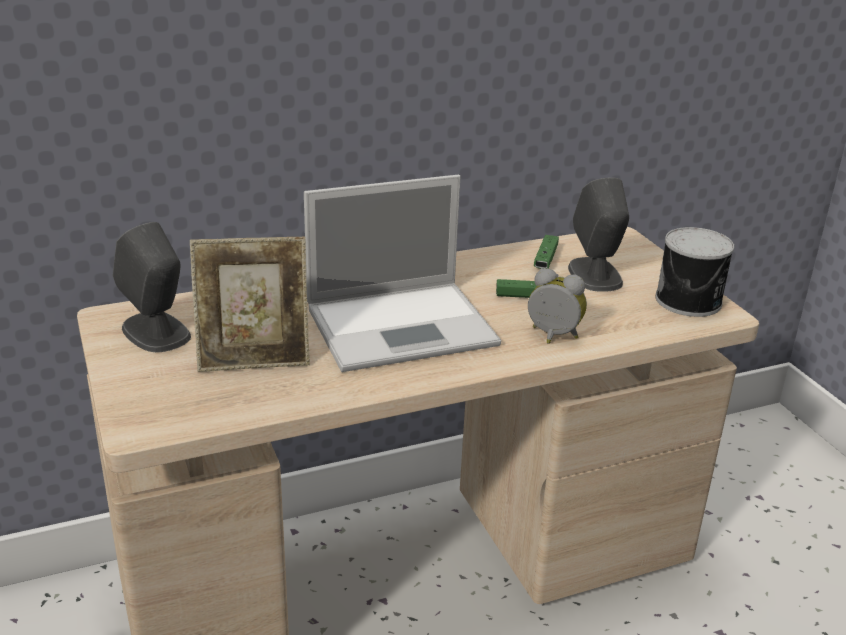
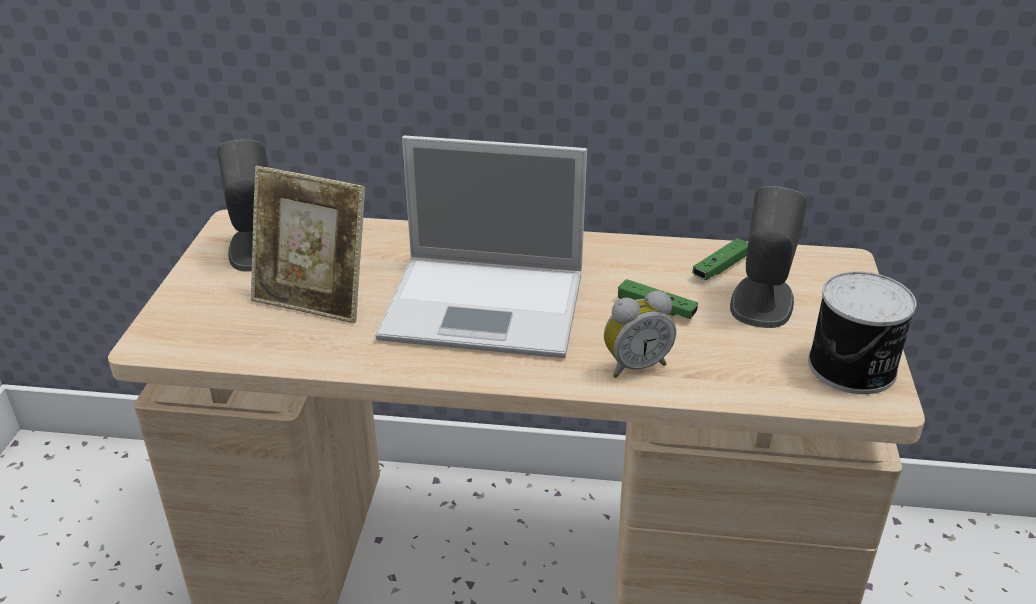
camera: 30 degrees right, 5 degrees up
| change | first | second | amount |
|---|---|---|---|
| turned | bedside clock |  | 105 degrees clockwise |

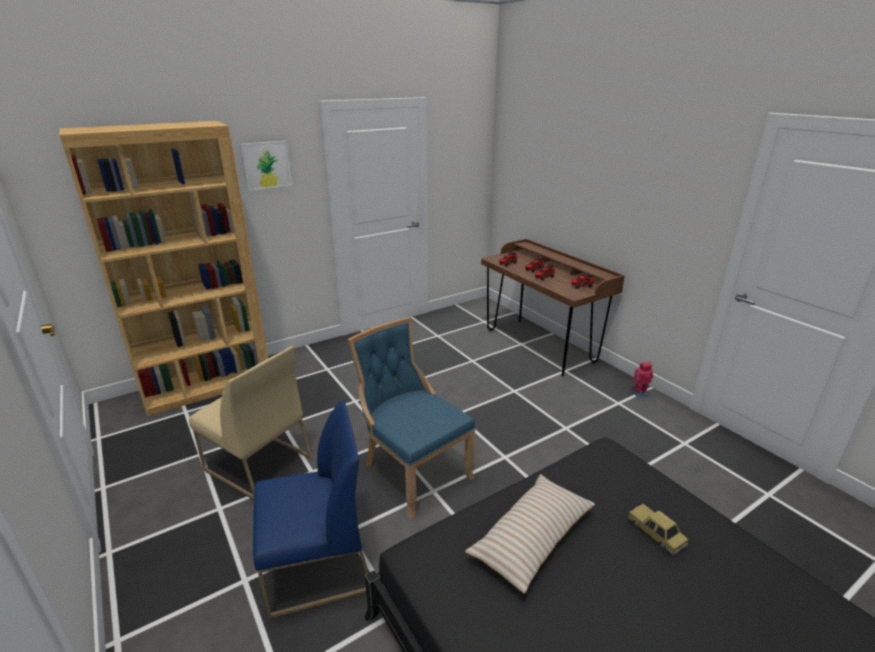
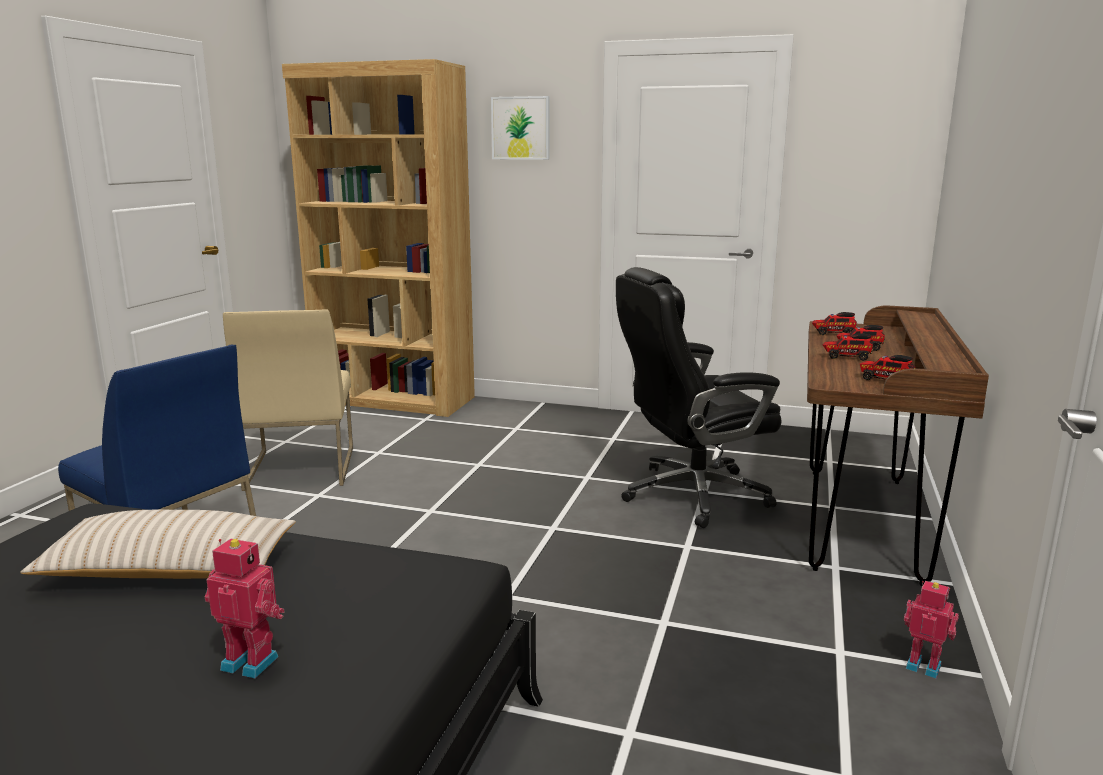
camera: 50 degrees right, 10 degrees down
| change | first | second | amount |
|---|---|---|---|
| removed | bluish plain chair (2nd from left) |  |  |
| replaced | toy car | robot figure (1st from left) |  |
| added |  | black-coloured office chair |  |

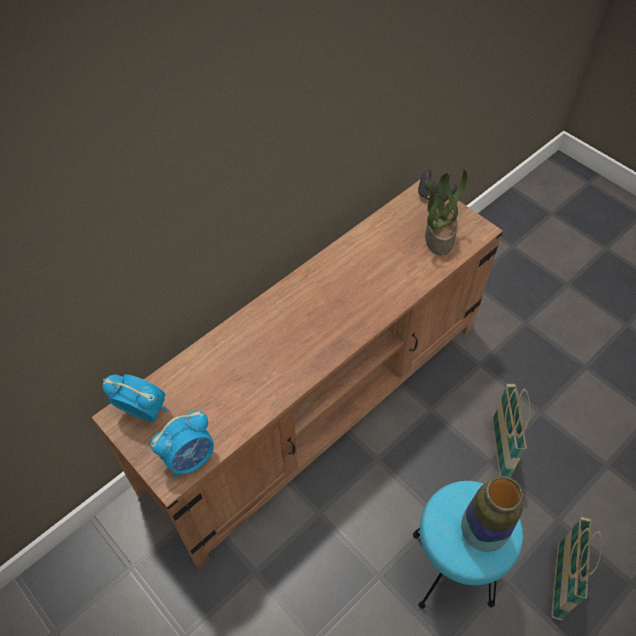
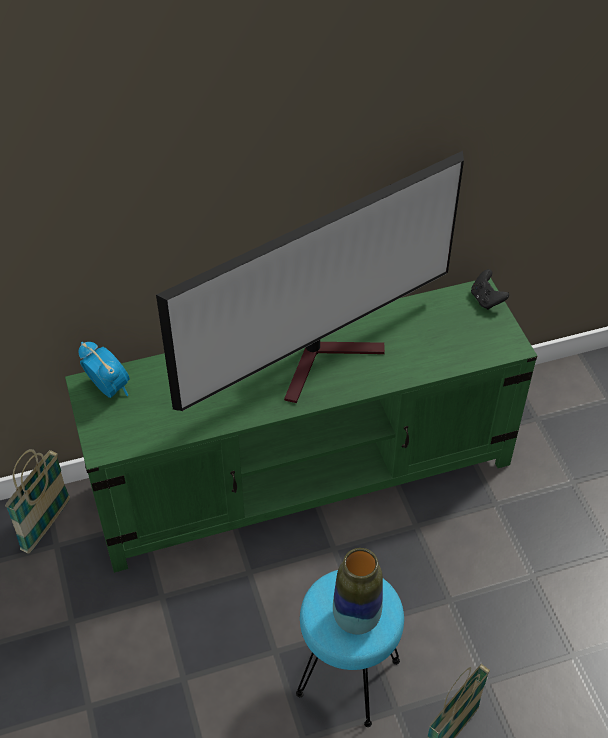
camera: 25 degrees right, 5 degrees down
| change | first | second | amount |
|---|---|---|---|
| removed | plant in a pot |  |  |
| recoloured | brown tv unit | green tv unit |  |
| moved | basket (1st from left) |  |  |
| removed | bedside clock (2nd from left) |  |  |
| added |  | TV set |  |

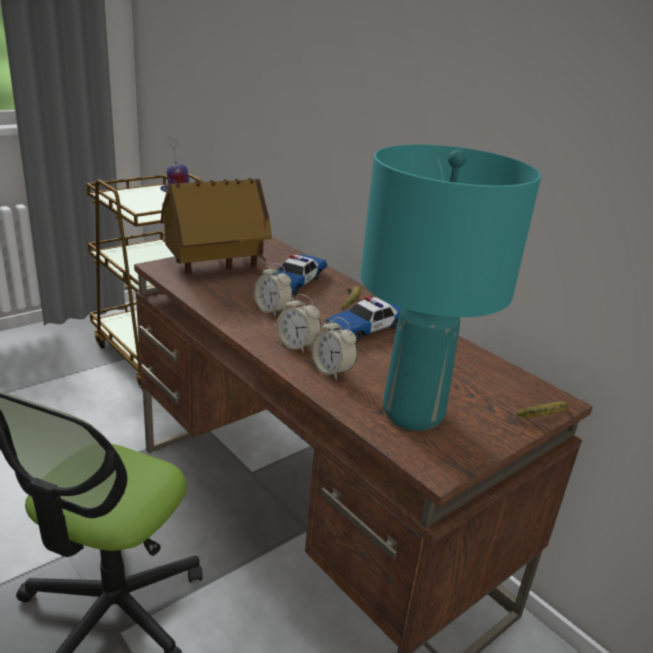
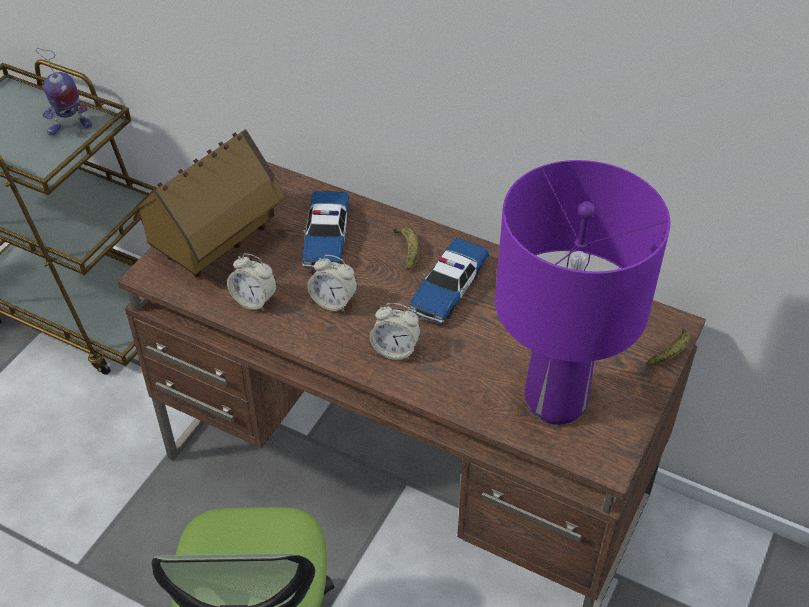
camera: 20 degrees left, 20 degrees up
| change | first | second | amount |
|---|---|---|---|
| recoloured | turquoise lamp for a table | purple-coloured lamp for a table |  |
| moved | bedside clock (3rd from left in the first image) | bedside clock (1st from left) |  |

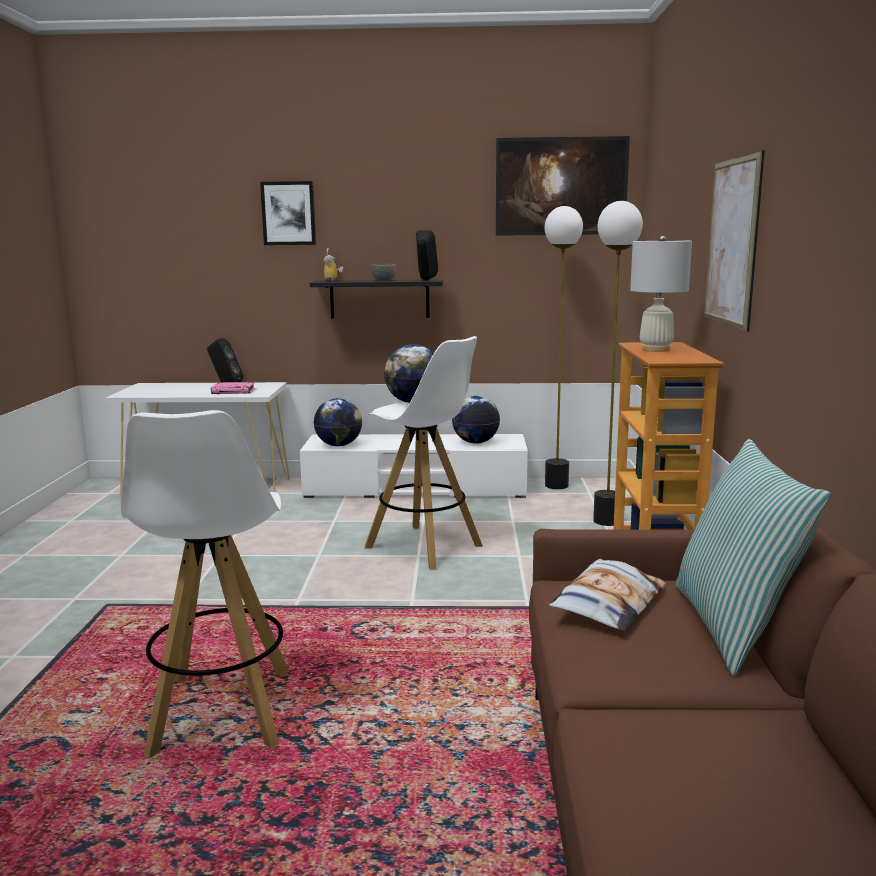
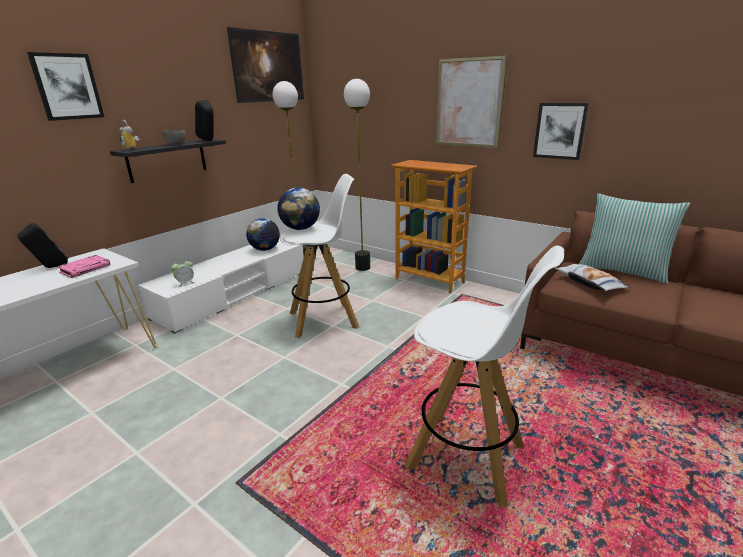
camera: 55 degrees left, 10 degrees up
| change | first | second | amount |
|---|---|---|---|
| removed | white-coloured lamp for a table |  |  |
| replaced | world globe (1st from left) | bedside clock (2nd from left) |  |
| added |  | wall picture (4th from left) |  |

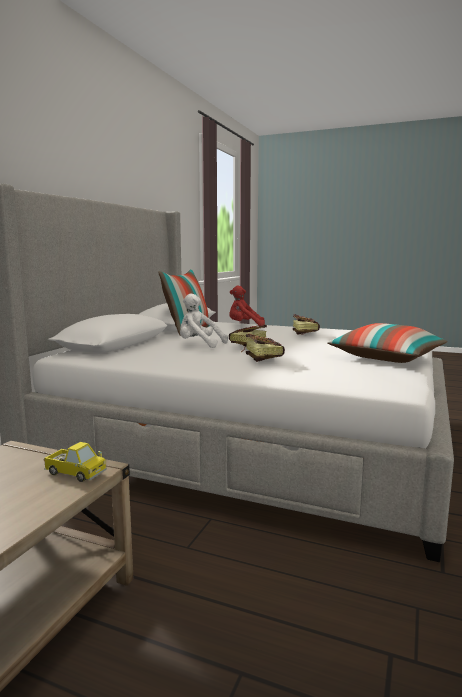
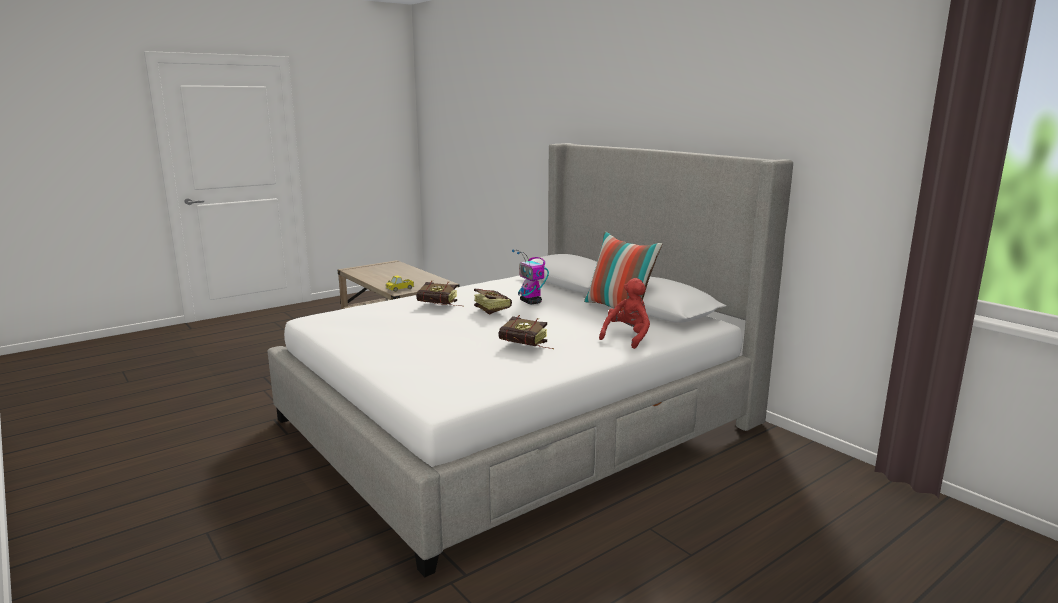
camera: 120 degrees right, 5 degrees up
| change | first | second | amount |
|---|---|---|---|
| replaced | white-coloured cuddly toy | robot figure |  |
| removed | pillow (2nd from left) |  |  |

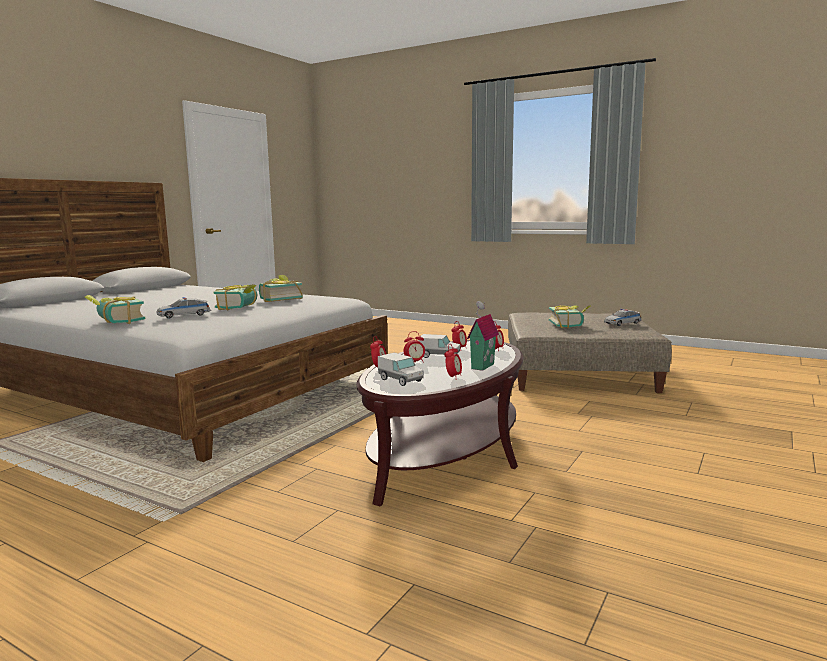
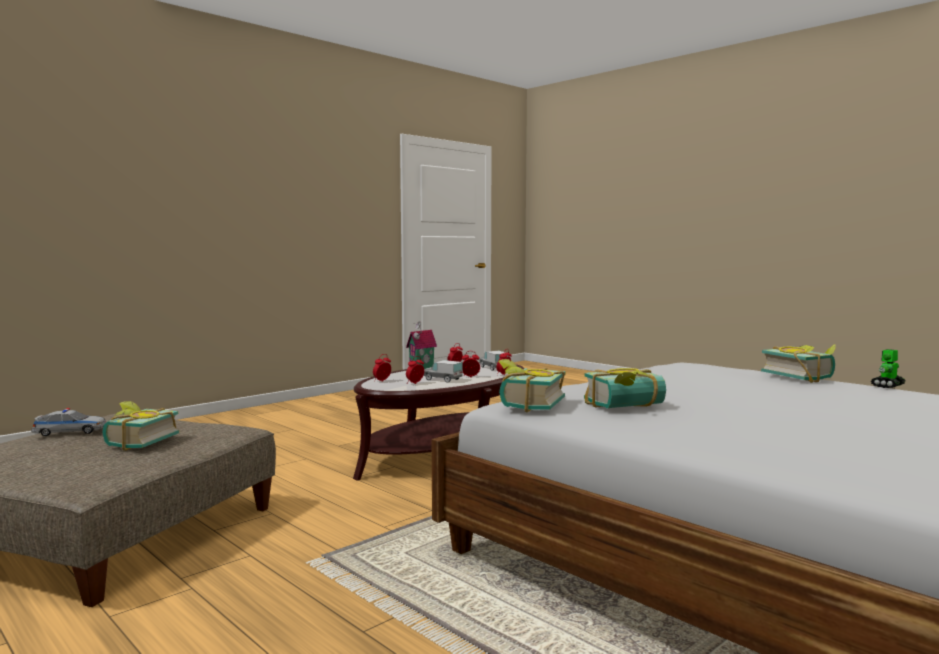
camera: 165 degrees left, 5 degrees down
| change | first | second | amount |
|---|---|---|---|
| moved | volume (2nd from left) |  |  |
| removed | toy car (1st from left) |  |  |
| added |  | robot figure |  |

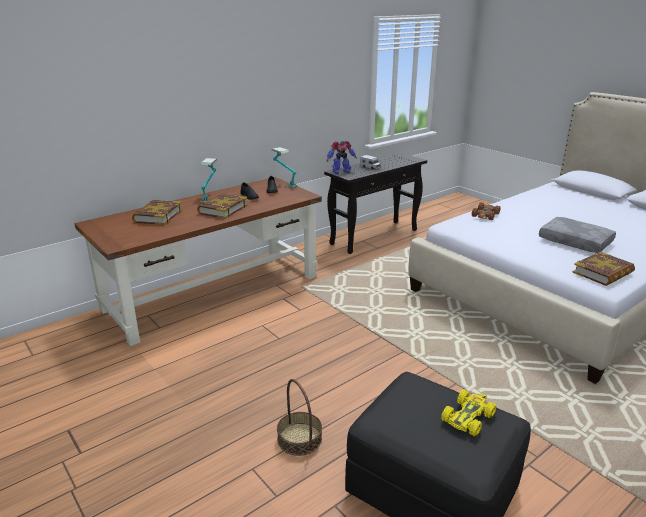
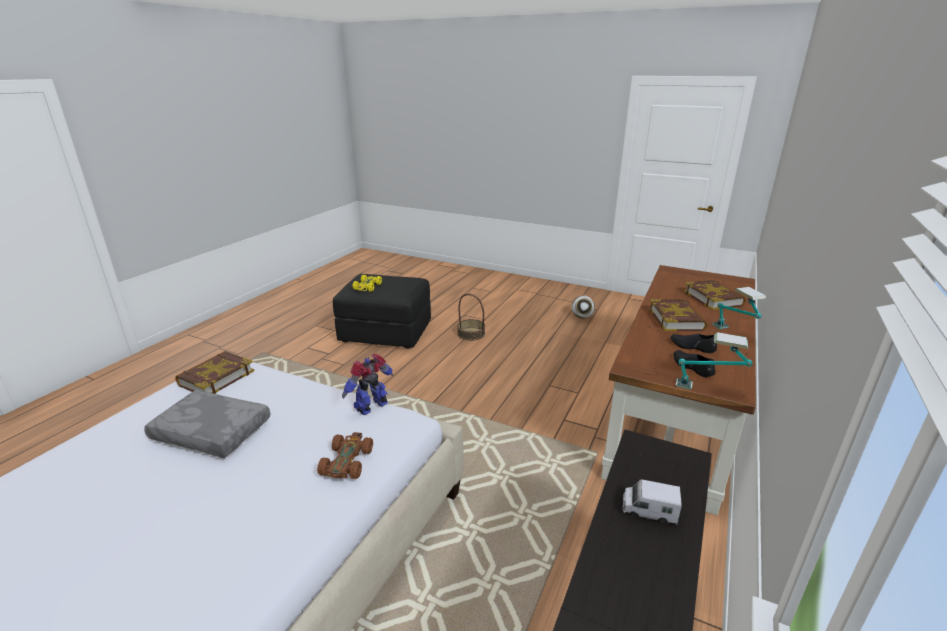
camera: 155 degrees right, 0 degrees up
| change | first | second | amount |
|---|---|---|---|
| moved | robot figure |  |  |
| added |  | football ball |  |

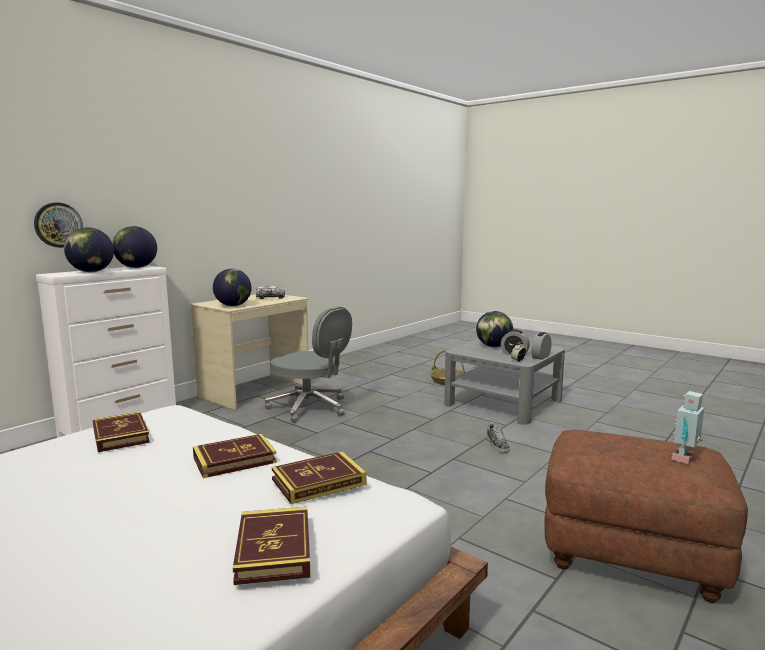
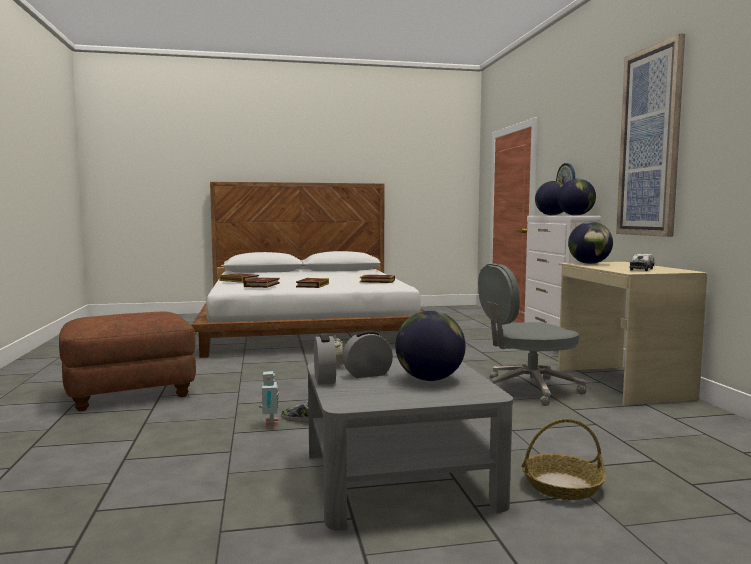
camera: 130 degrees right, 5 degrees down
| change | first | second | amount |
|---|---|---|---|
| moved | robot figure |  |  |
| added |  | wall picture |  |

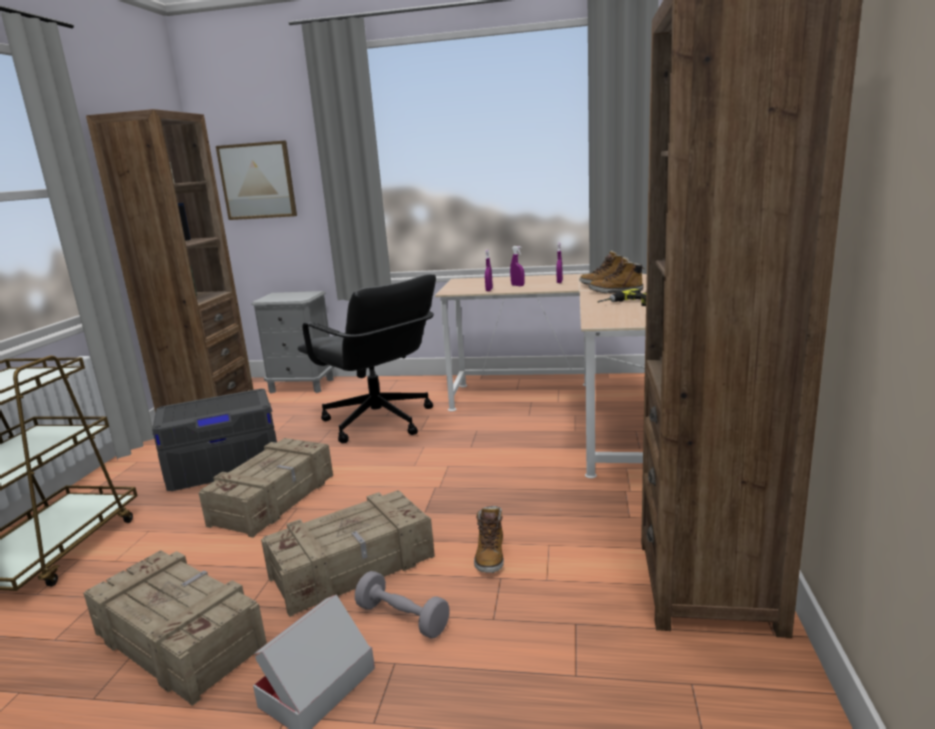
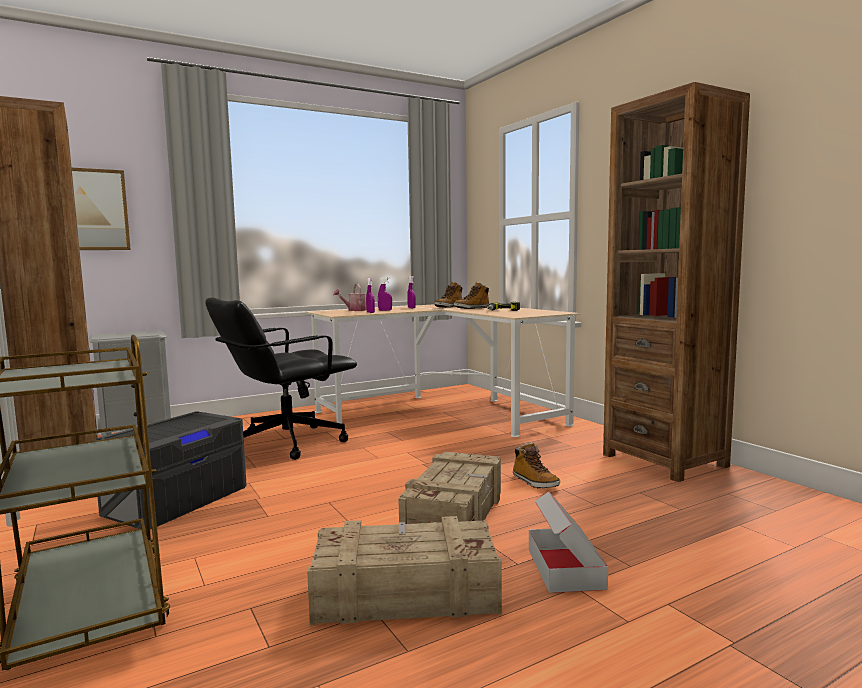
camera: 40 degrees left, 10 degrees down
| change | first | second | amount |
|---|---|---|---|
| turned | black-coloured office chair |  | 135 degrees clockwise |
| removed | crate (2nd from left) |  |  |
| removed | grey dumbbell |  |  |
| added |  | watering pot |  |

